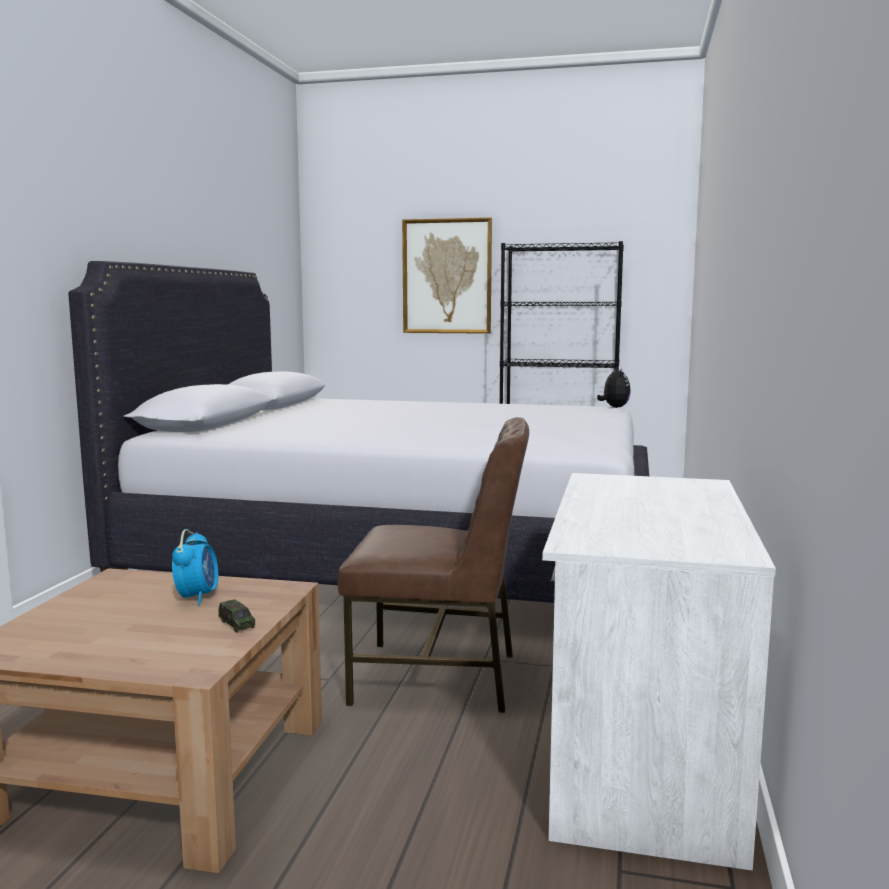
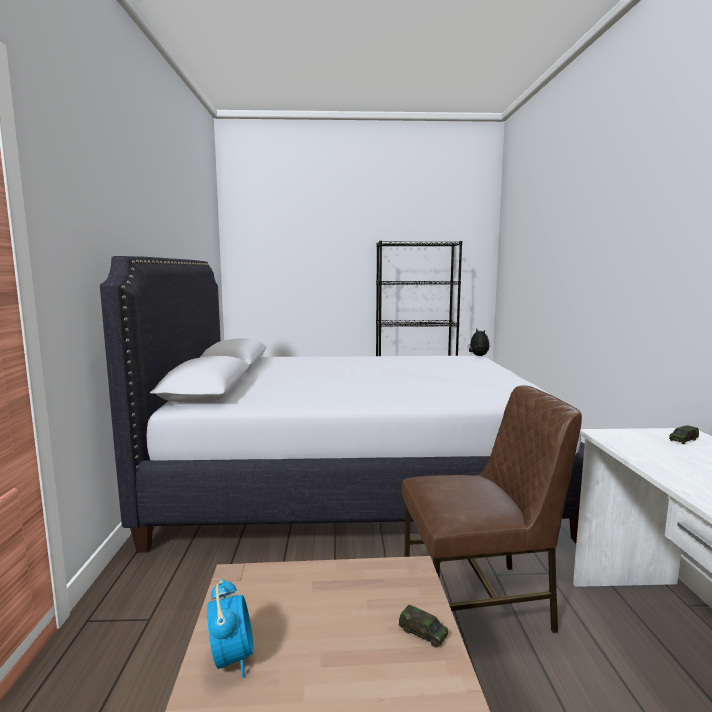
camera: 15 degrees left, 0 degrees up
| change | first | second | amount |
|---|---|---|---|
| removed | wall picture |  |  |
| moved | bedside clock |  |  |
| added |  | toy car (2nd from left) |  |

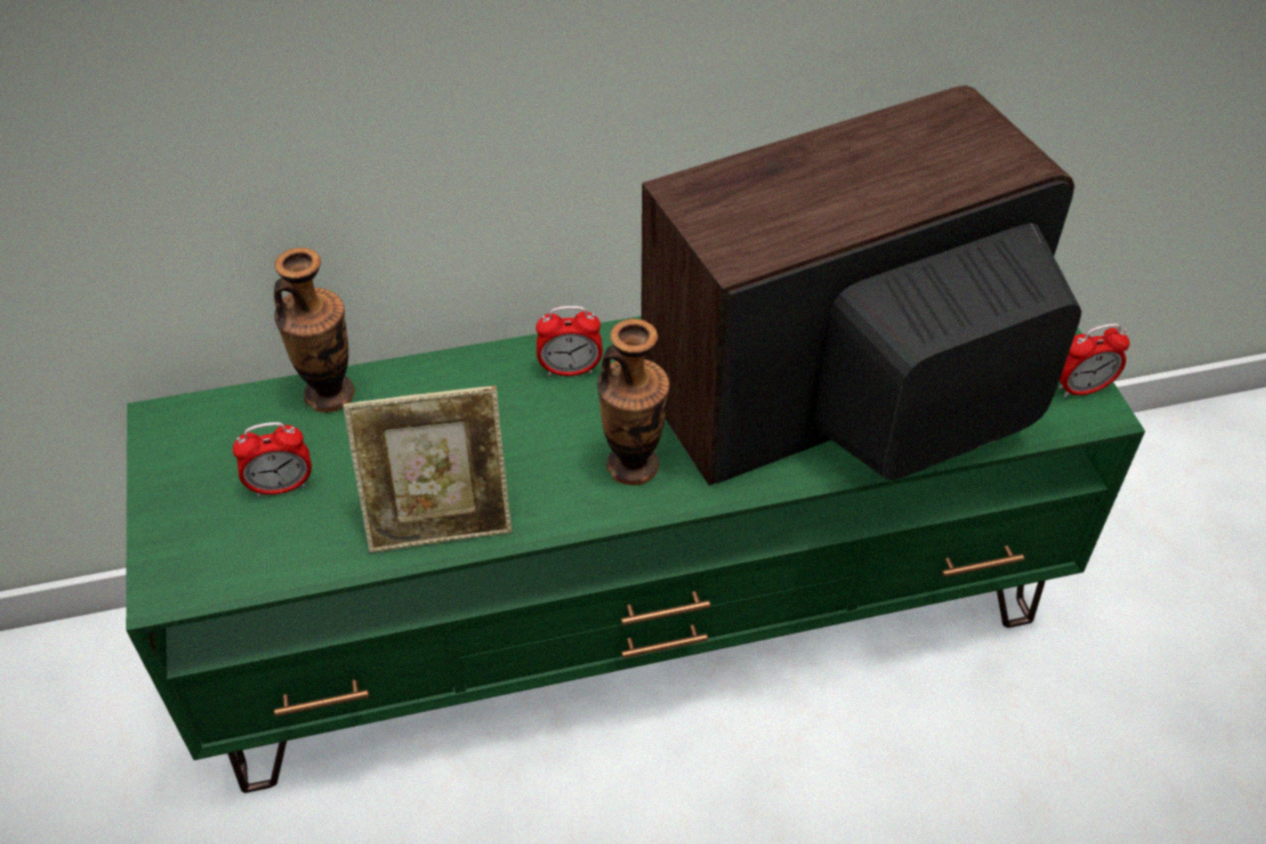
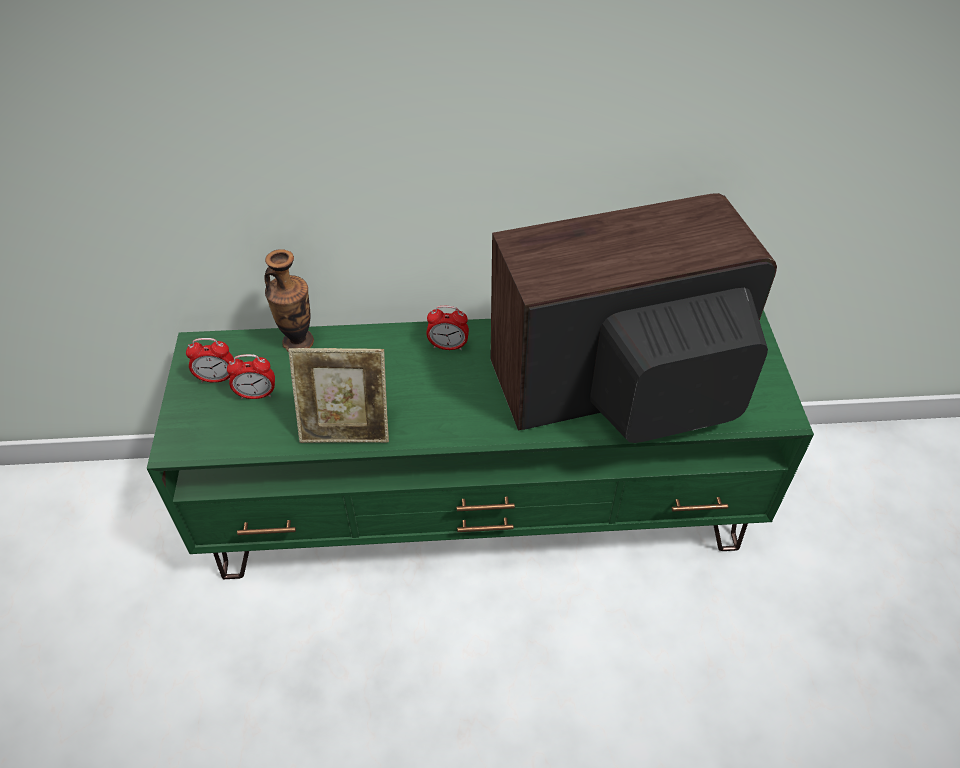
camera: 10 degrees right, 0 degrees up
| change | first | second | amount |
|---|---|---|---|
| removed | decorative vase (2nd from left) |  |  |
| moved | bedside clock (3rd from left in the first image) | bedside clock (1st from left) |  |

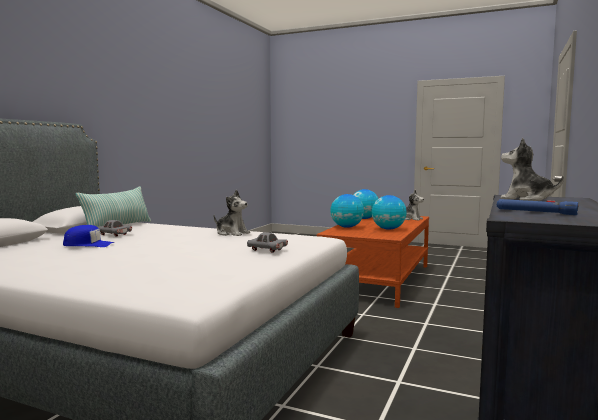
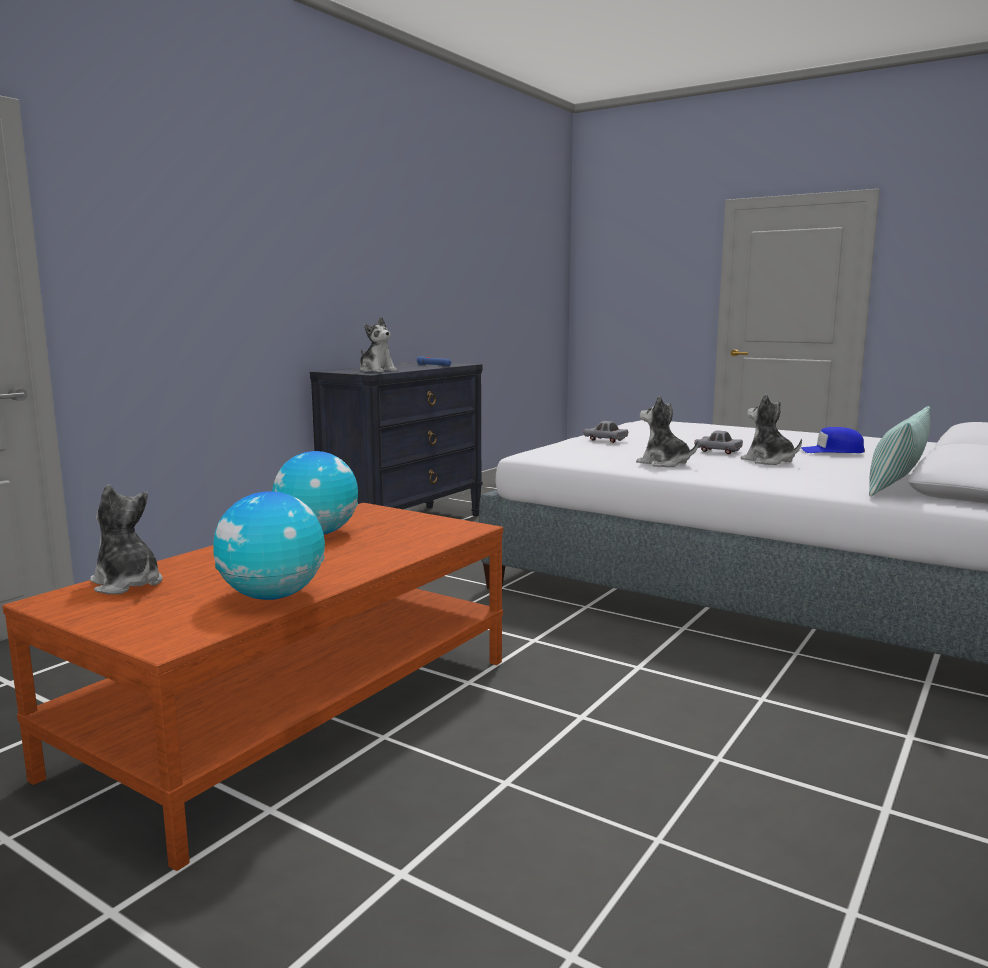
camera: 170 degrees left, 5 degrees up
| change | first | second | amount |
|---|---|---|---|
| removed | world globe (1st from left) |  |  |
| moved | grey toy car (1st from left in the first image) | grey toy car (2nd from left) |  |
| added |  | cuddly toy (4th from left) |  |

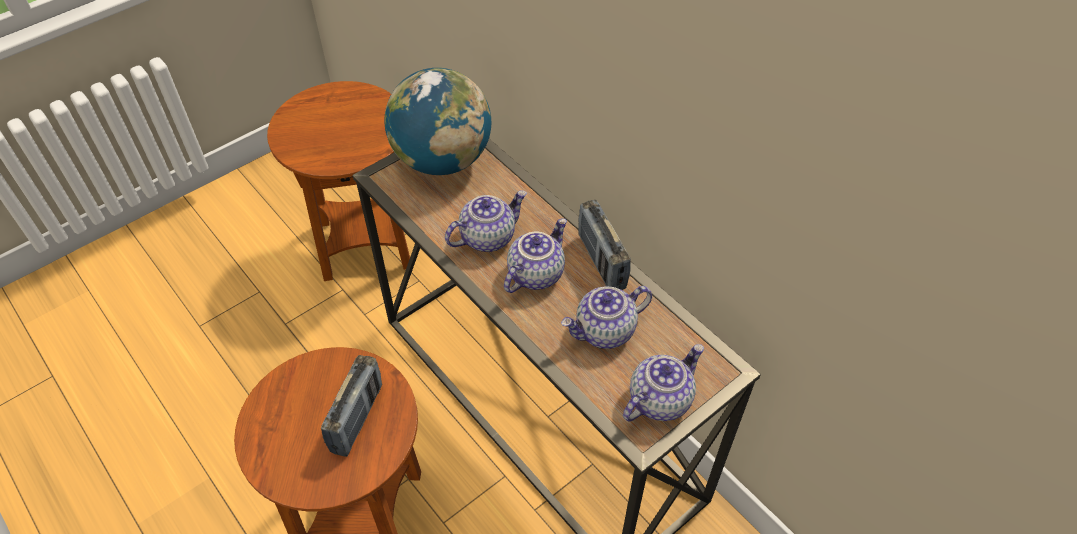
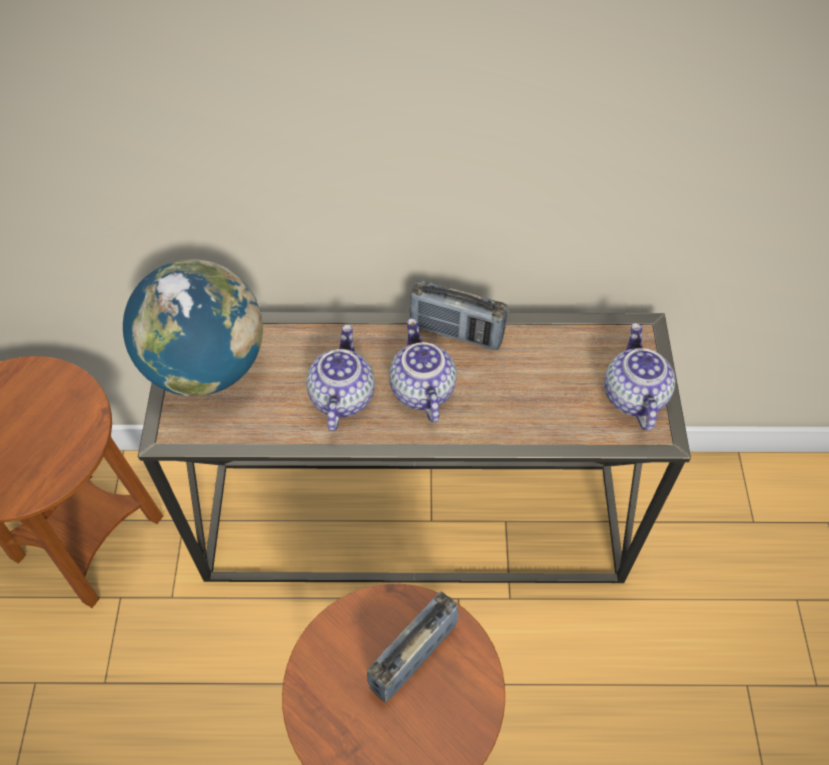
camera: 50 degrees left, 5 degrees up
| change | first | second | amount |
|---|---|---|---|
| removed | teapot (3rd from left) |  |  |
| turned | radio receiver (1st from left) |  | 105 degrees counterclockwise |

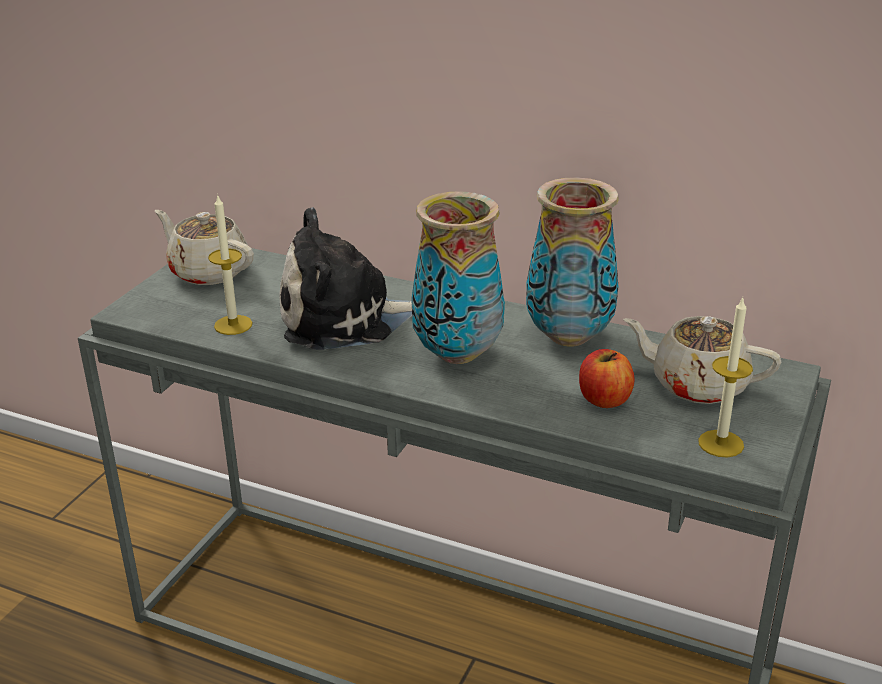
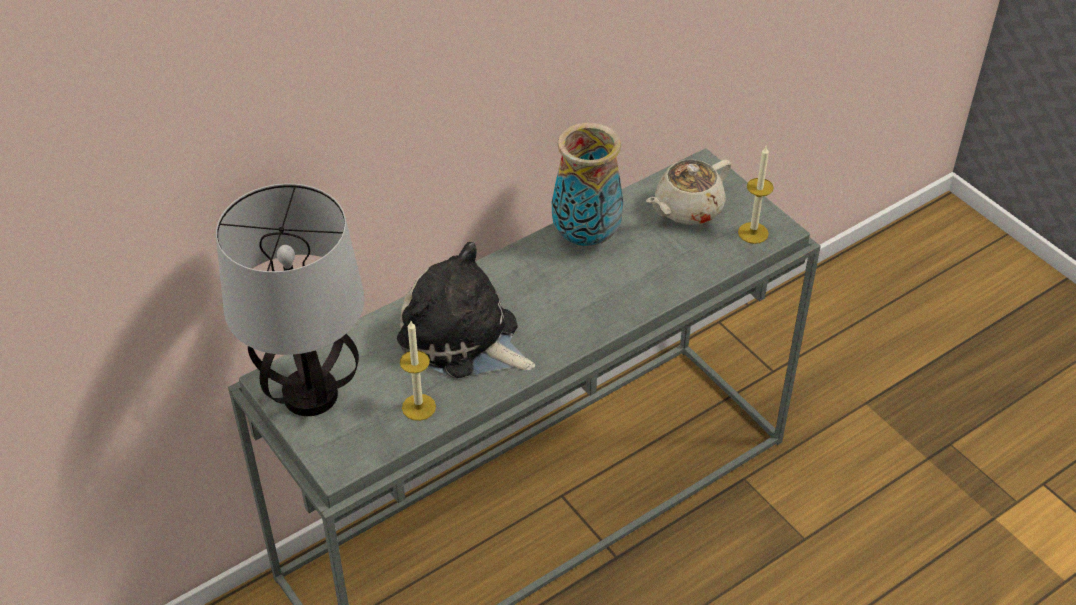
camera: 60 degrees left, 15 degrees up
| change | first | second | amount |
|---|---|---|---|
| removed | decorative vase (1st from left) |  |  |
| turned | cuddly toy |  | 105 degrees clockwise |
| replaced | beige-coloured teapot (1st from left) | lamp for a table |  |
| removed | apple fruit |  |  |

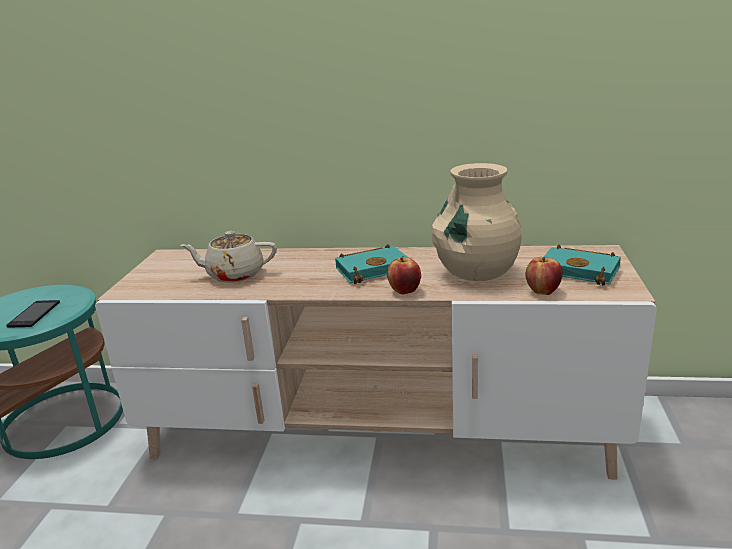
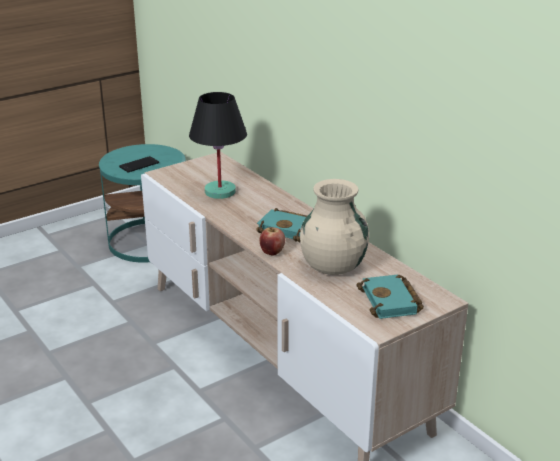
camera: 45 degrees right, 5 degrees up
| change | first | second | amount |
|---|---|---|---|
| replaced | beige-coloured teapot | black-coloured lamp for a table |  |
| removed | apple fruit (2nd from left) |  |  |

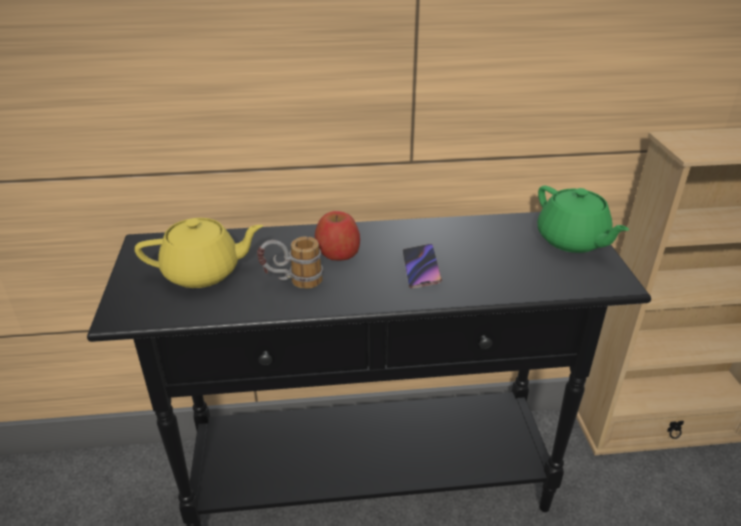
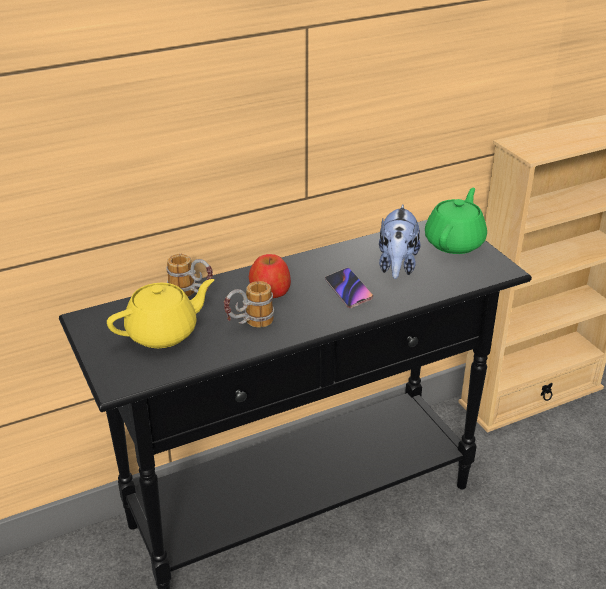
camera: 20 degrees left, 0 degrees up
| change | first | second | amount |
|---|---|---|---|
| turned | green teapot |  | 105 degrees counterclockwise |
| added |  | cuddly toy |  |
| added |  | mug (1st from left) |  |

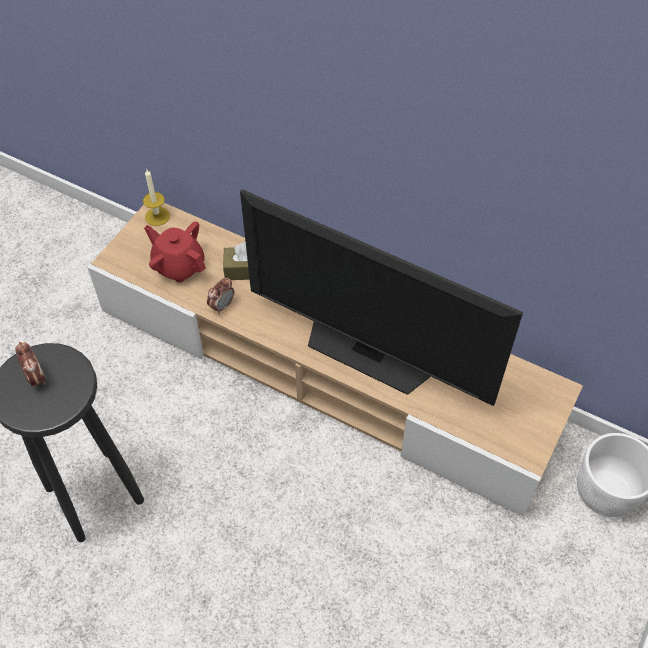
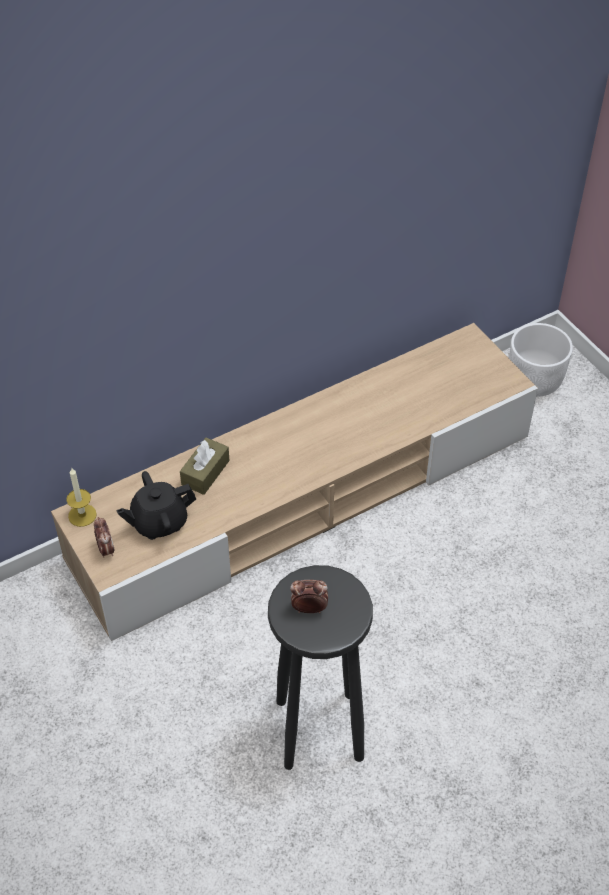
camera: 60 degrees left, 5 degrees down
| change | first | second | amount |
|---|---|---|---|
| removed | TV set |  |  |
| recoloured | red-coloured teapot | black-coloured teapot |  |
| moved | bedside clock (2nd from left in the first image) | bedside clock (1st from left) |  |

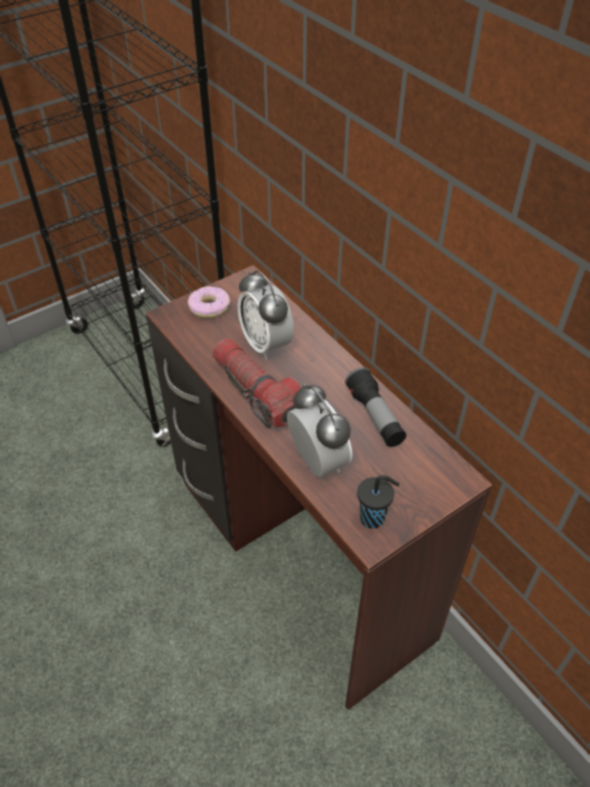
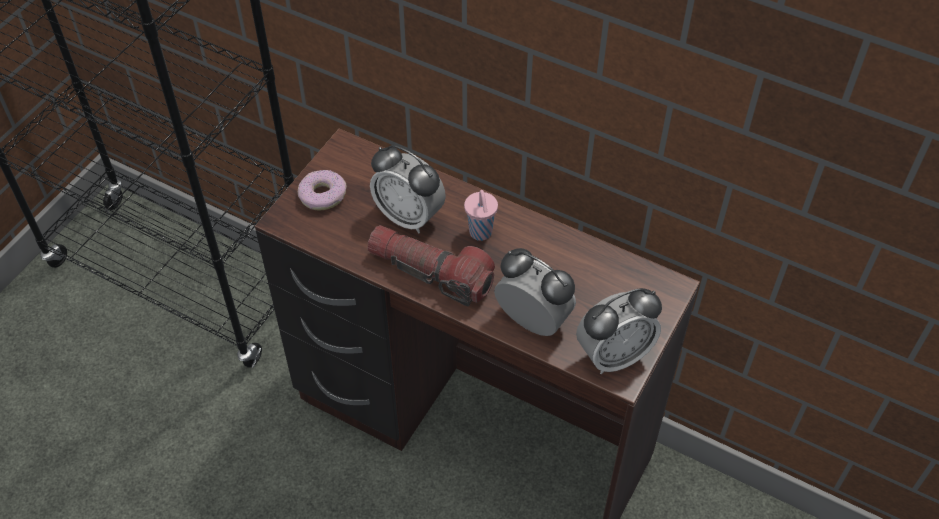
camera: 25 degrees left, 5 degrees up
| change | first | second | amount |
|---|---|---|---|
| removed | torch (2nd from left) |  |  |
| replaced | black-coloured cup | bedside clock (3rd from left) |  |
| added |  | pink-coloured cup |  |

